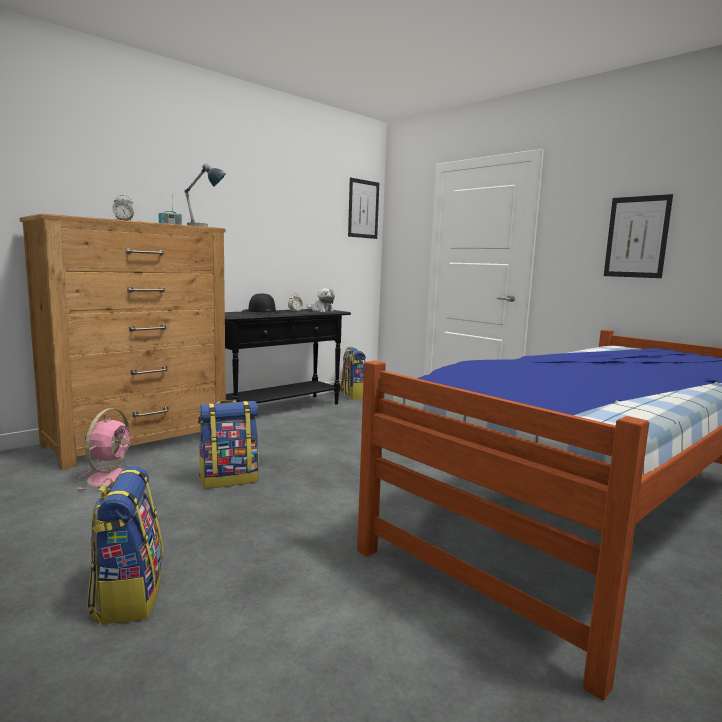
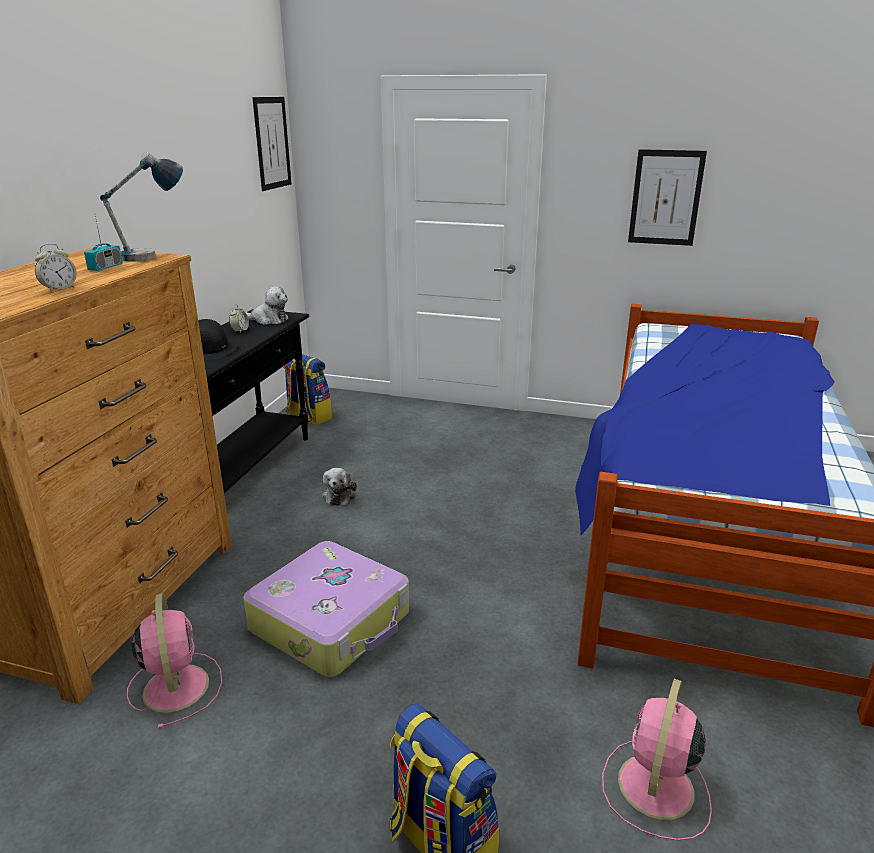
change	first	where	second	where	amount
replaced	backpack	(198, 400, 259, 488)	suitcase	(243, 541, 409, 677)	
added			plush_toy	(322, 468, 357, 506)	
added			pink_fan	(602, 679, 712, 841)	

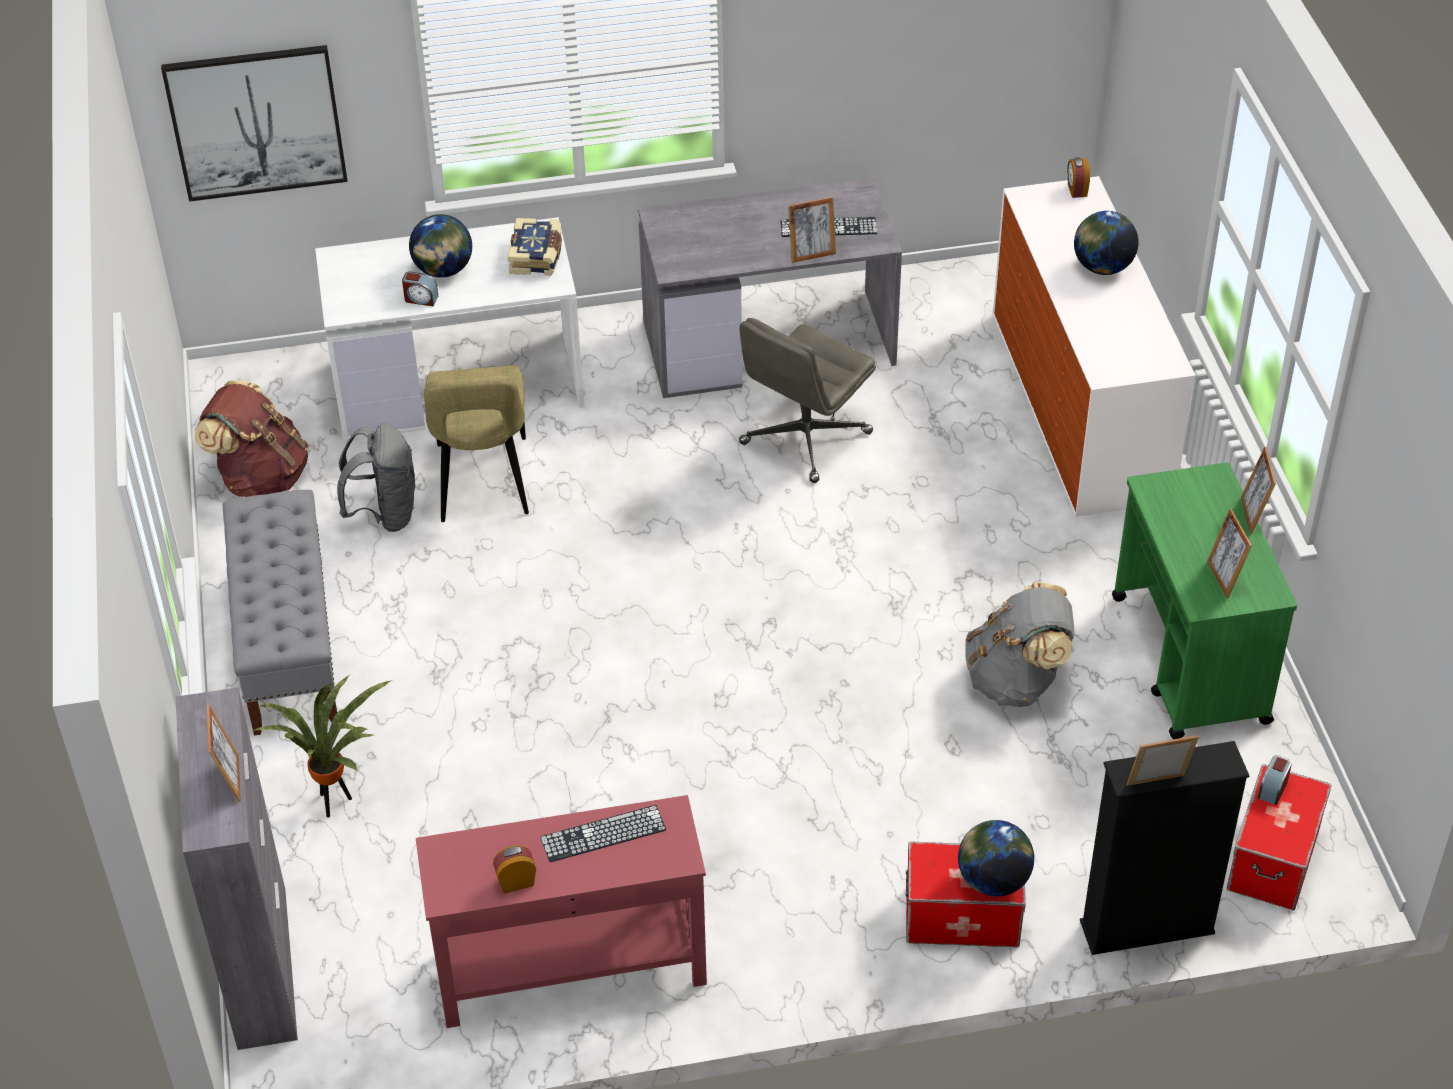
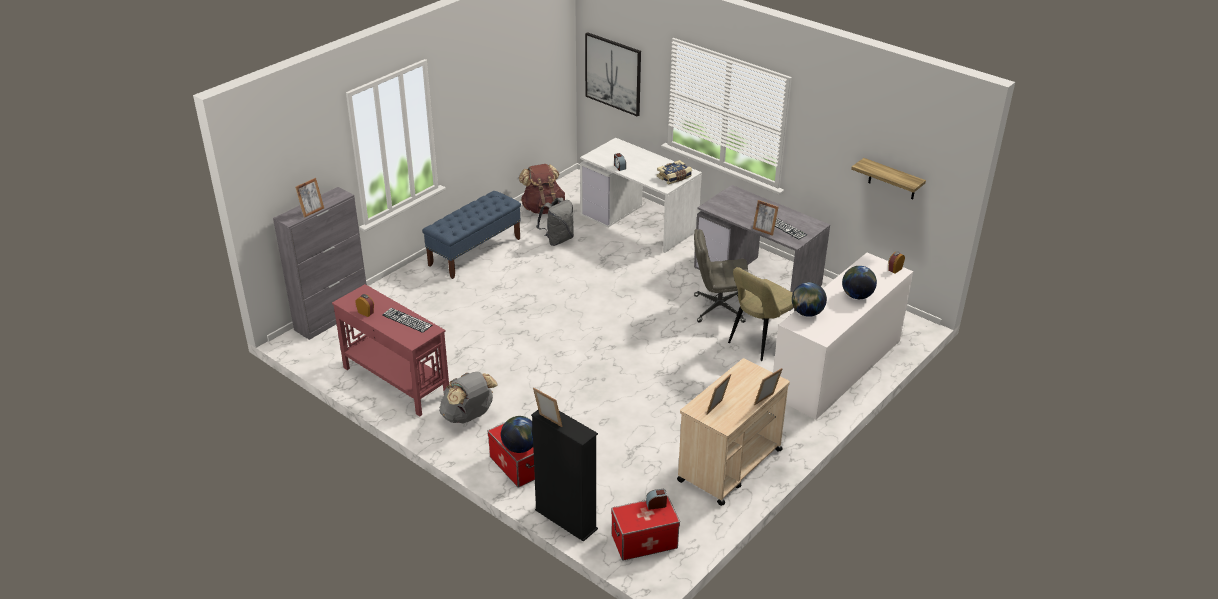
change	first	where	second	where	amount
recoloured	grey_bench	(223, 490, 337, 736)	blue_bench	(422, 191, 521, 279)	
moved	grey_backpack	(965, 582, 1075, 707)		(439, 372, 498, 424)	
recoloured	green_cart	(1112, 463, 1297, 739)	beige_cart	(677, 358, 790, 506)	
moved	beige_chair	(424, 365, 529, 522)		(728, 267, 796, 361)	
moved	globe	(409, 214, 472, 278)		(792, 282, 827, 317)	
added			shelf	(851, 158, 926, 199)	
removed	potted_plant	(251, 674, 390, 818)			

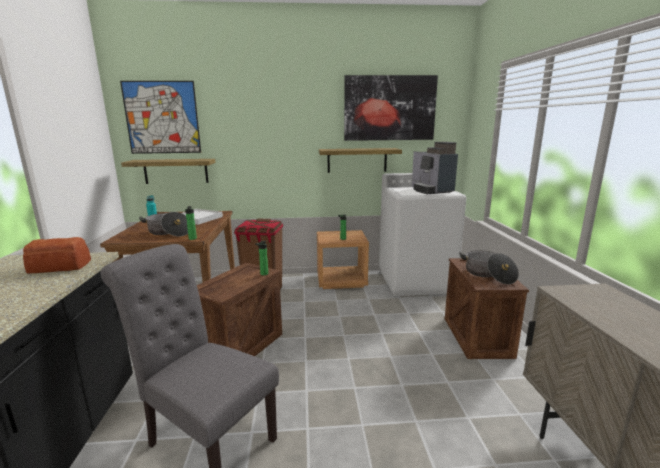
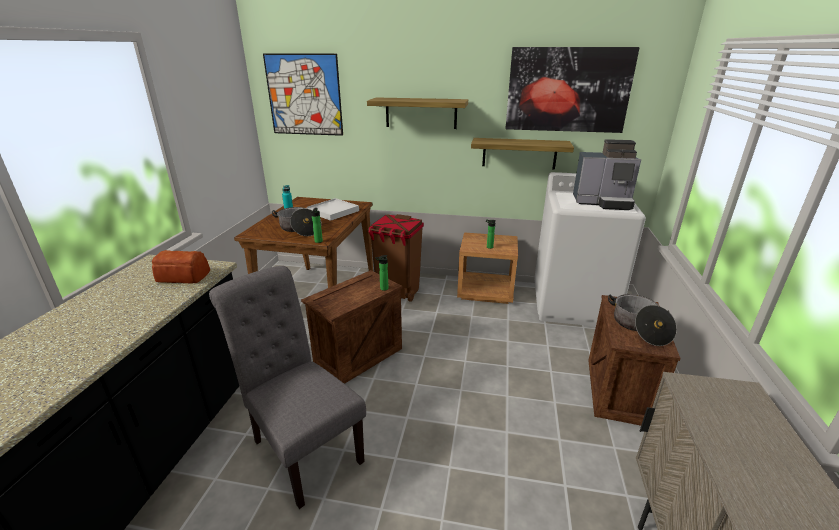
change	first	where	second	where	amount
moved	shelf	(121, 159, 216, 184)		(367, 97, 468, 129)	
turned	coffee_machine	(412, 142, 458, 194)		(573, 139, 641, 210)	75 degrees counterclockwise

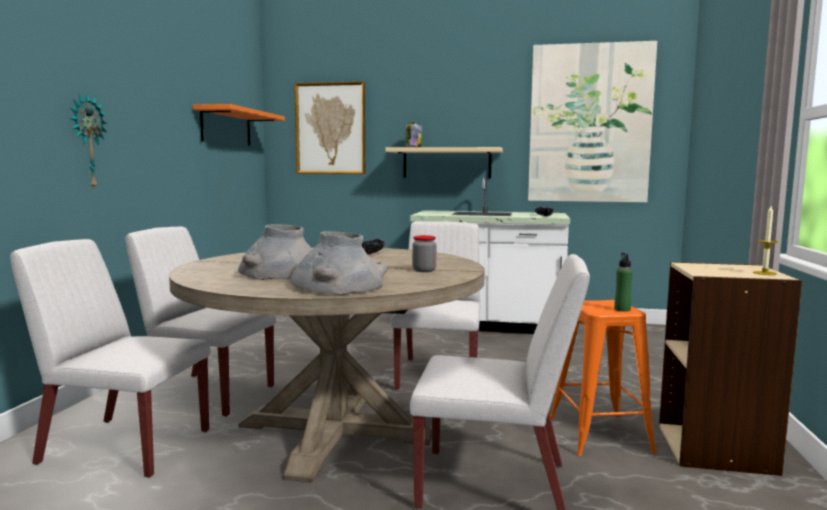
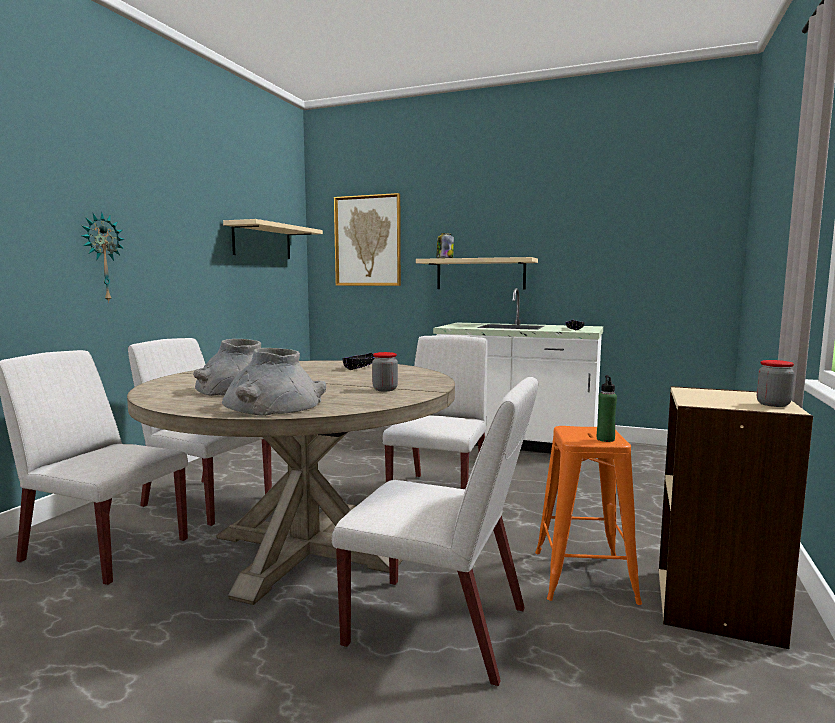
change	first	where	second	where	amount
recoloured	orange_shelf	(193, 104, 285, 146)	beige_shelf	(223, 219, 323, 259)	
replaced	candle	(753, 206, 778, 275)	jar	(757, 360, 794, 407)	
removed	picture	(528, 41, 657, 203)			

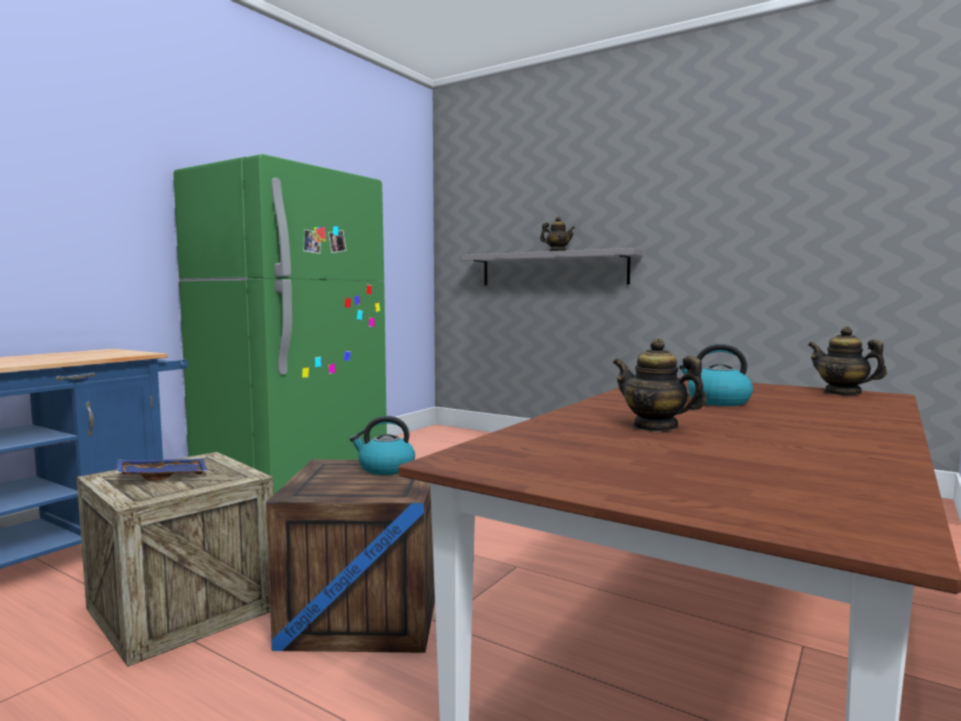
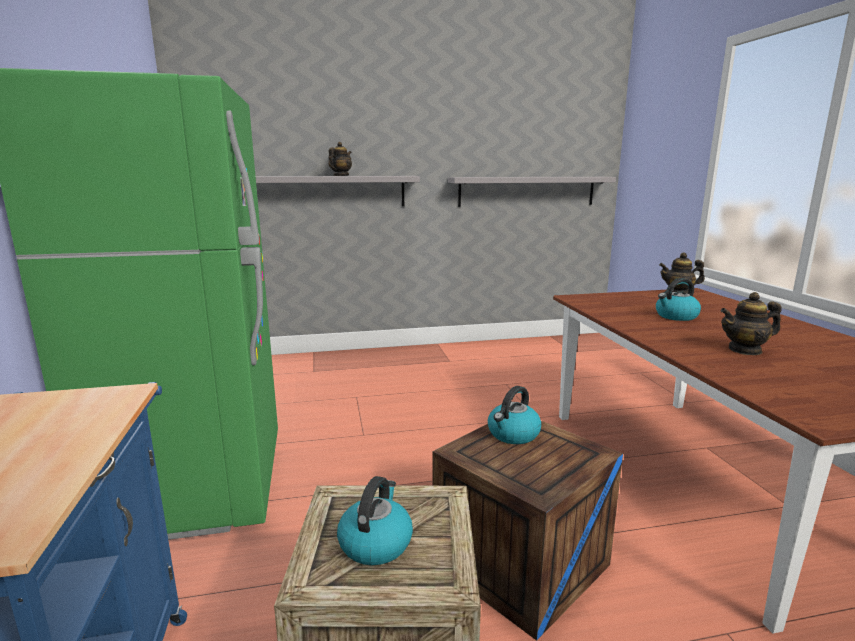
change	first	where	second	where	amount
replaced	blue_tray	(116, 459, 208, 481)	kettle	(337, 476, 413, 565)	
added			grey_shelf	(448, 177, 616, 207)	

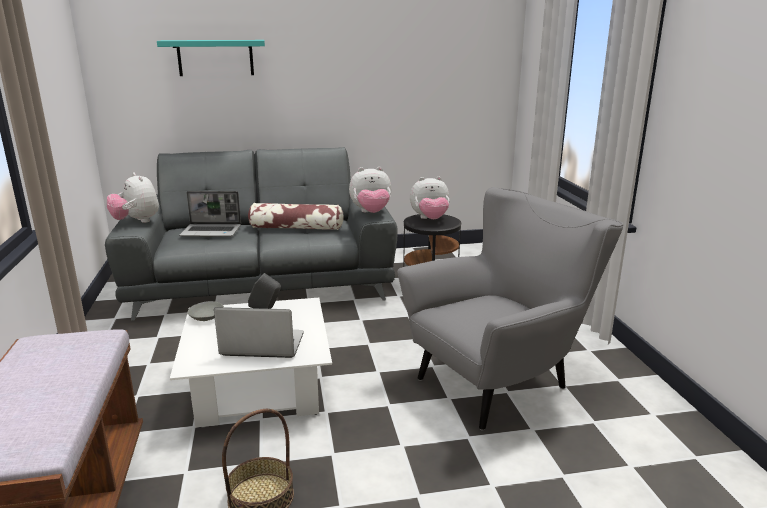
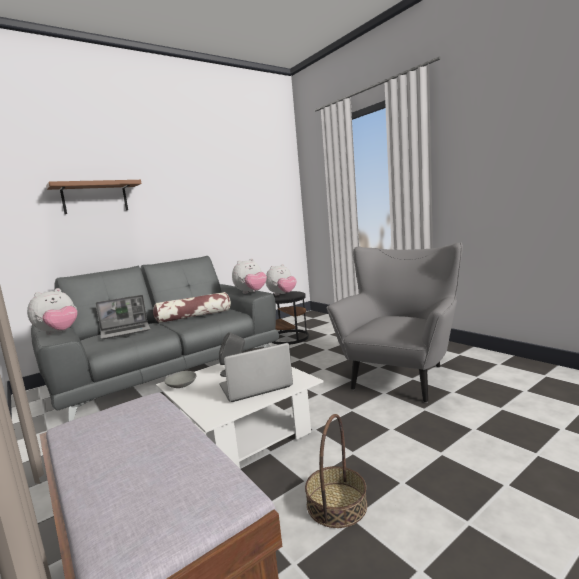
change	first	where	second	where	amount
turned	plush_toy	(107, 173, 159, 223)		(27, 288, 78, 335)	75 degrees counterclockwise
recoloured	turquoise_shelf	(157, 40, 265, 76)	brown_shelf	(46, 180, 142, 214)	

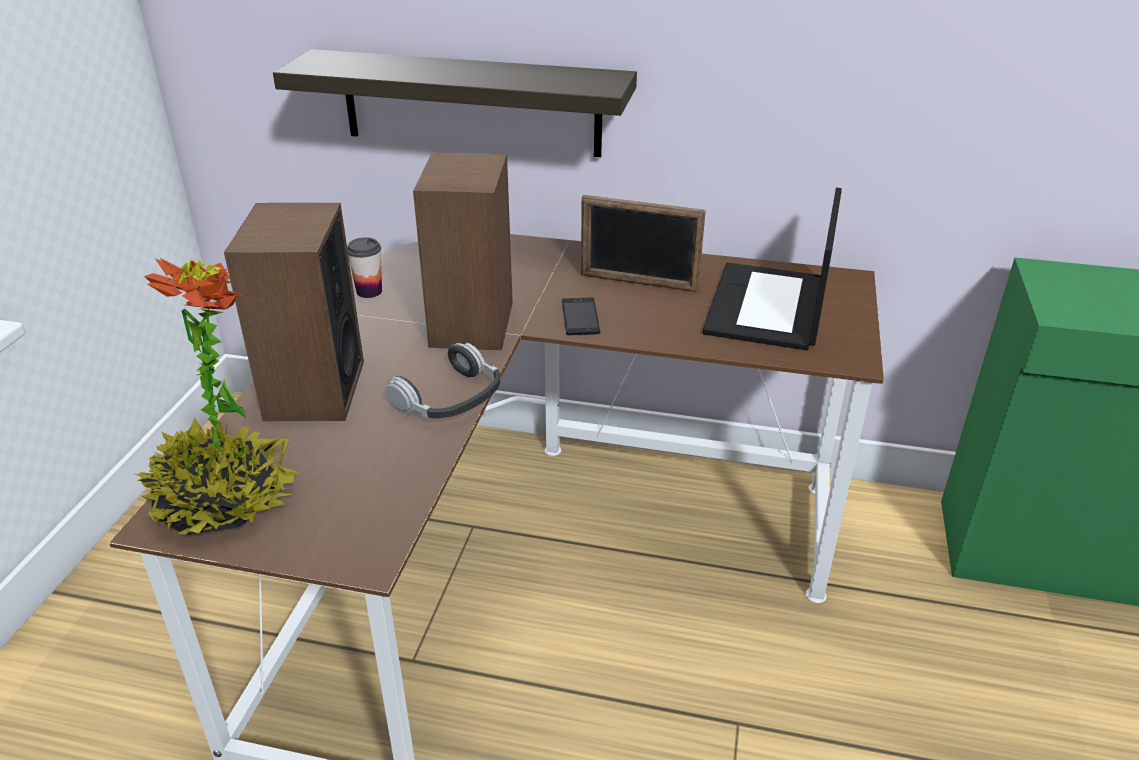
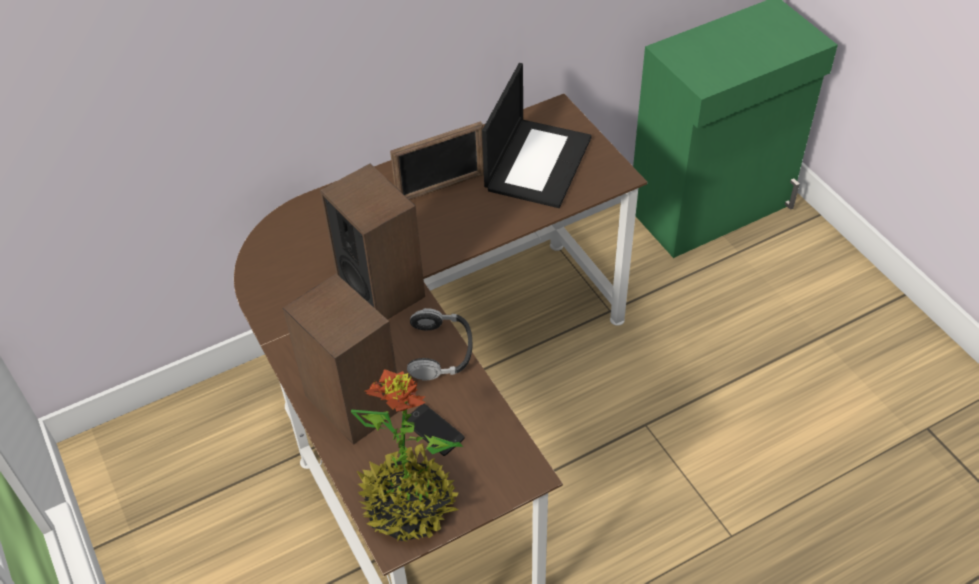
change	first	where	second	where	amount
moved	phone	(562, 298, 600, 335)		(405, 404, 465, 456)	
turned	laptop	(703, 188, 842, 350)		(482, 63, 592, 208)	135 degrees counterclockwise
removed	shelf	(273, 49, 637, 157)			
removed	cup	(347, 237, 382, 298)			

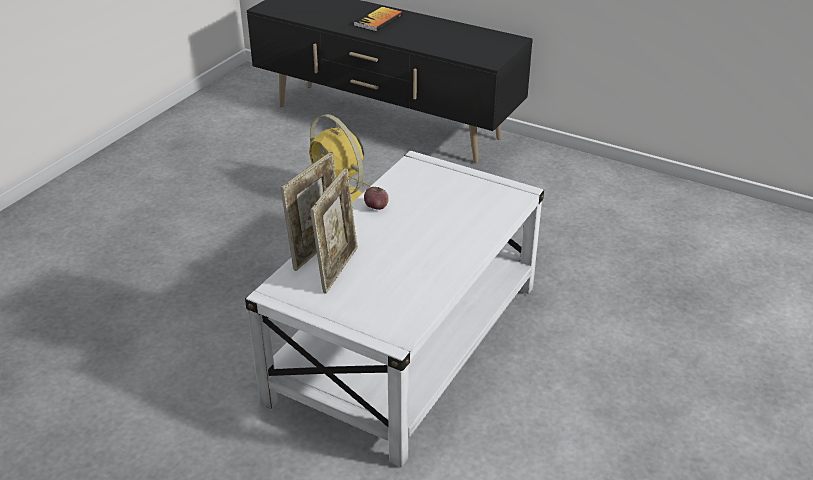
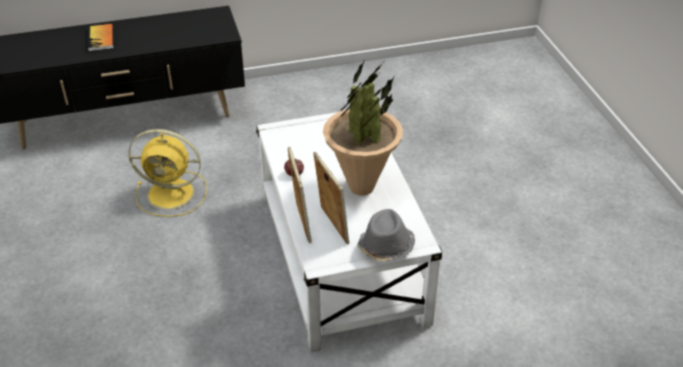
change	first	where	second	where	amount
added			potted_plant	(323, 60, 403, 196)	
added			grey_hat	(357, 209, 415, 261)	

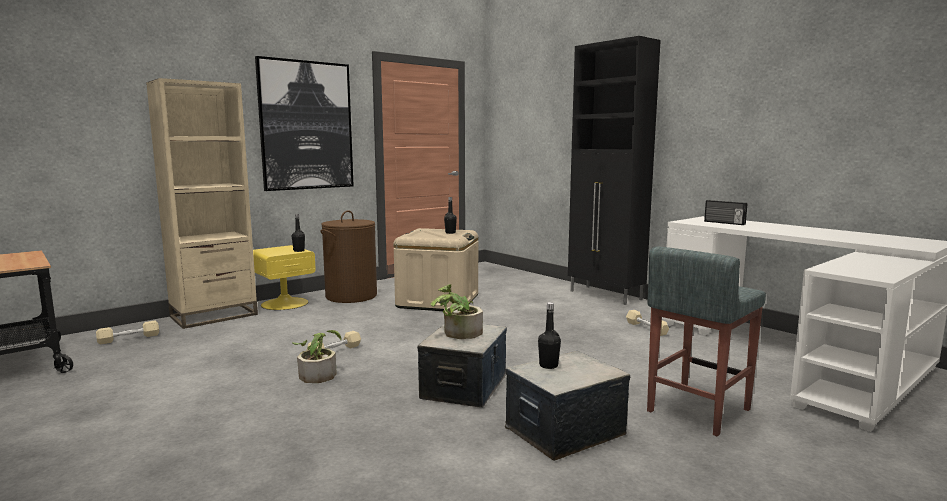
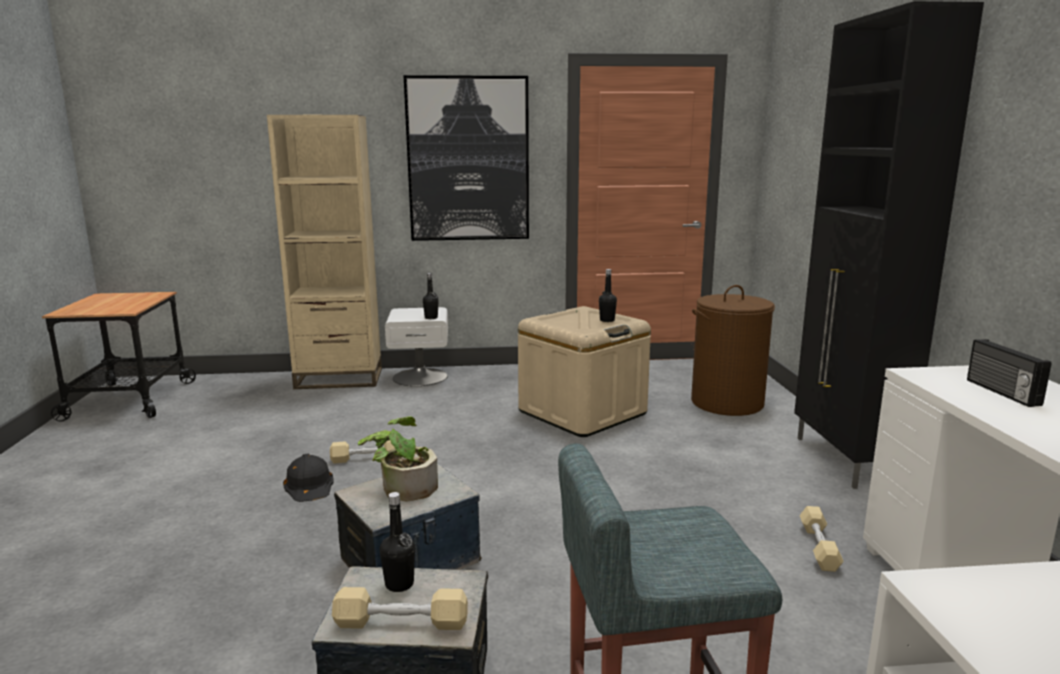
change	first	where	second	where	amount
replaced	potted_plant	(292, 330, 342, 383)	black_hard_hat	(283, 454, 334, 502)	
moved	beige_dumbbell	(96, 321, 159, 344)		(332, 587, 468, 630)	
recoloured	yellow_nightstand	(253, 245, 316, 310)	white_nightstand	(385, 307, 448, 386)	
moved	brown_laundry_basket	(320, 210, 377, 303)		(691, 285, 775, 416)	

